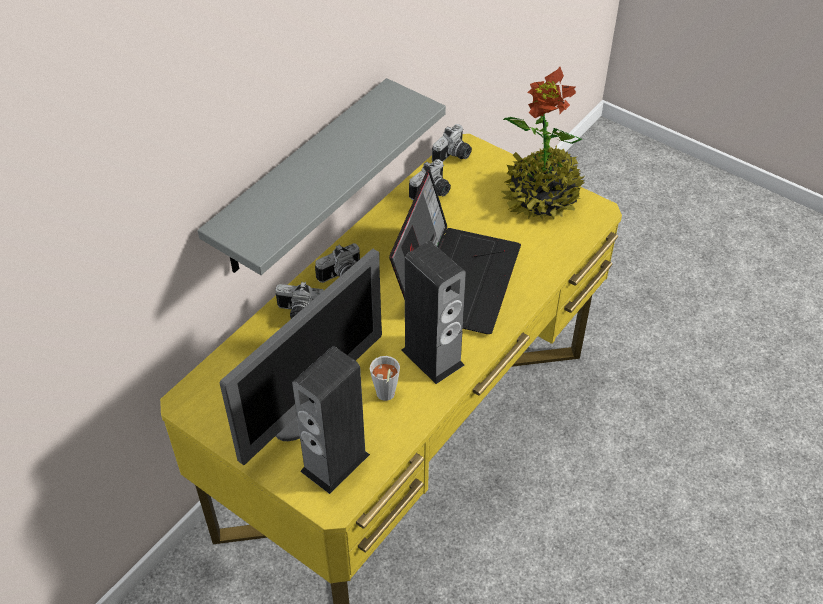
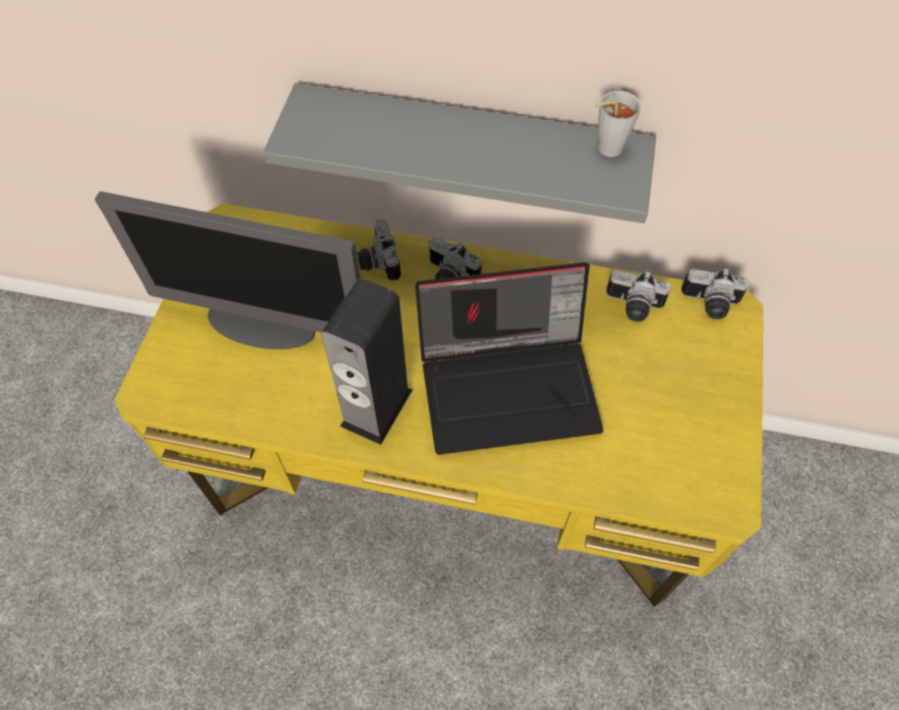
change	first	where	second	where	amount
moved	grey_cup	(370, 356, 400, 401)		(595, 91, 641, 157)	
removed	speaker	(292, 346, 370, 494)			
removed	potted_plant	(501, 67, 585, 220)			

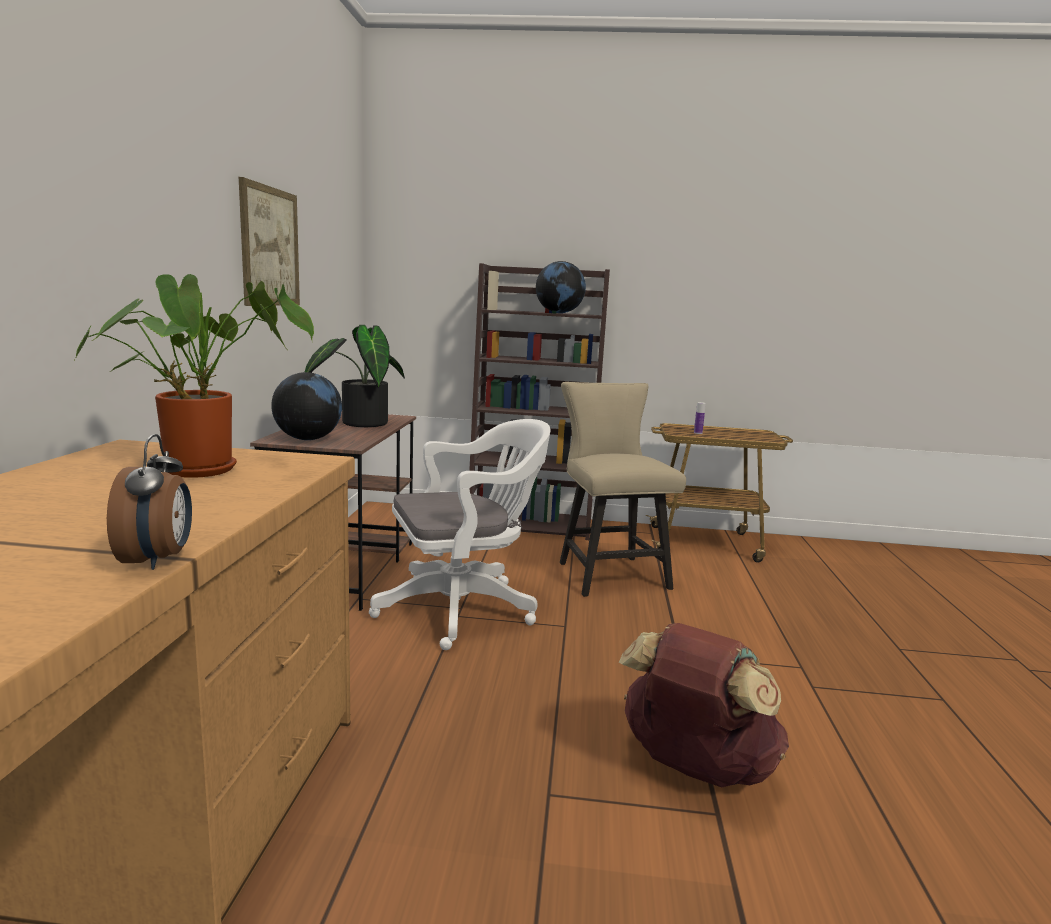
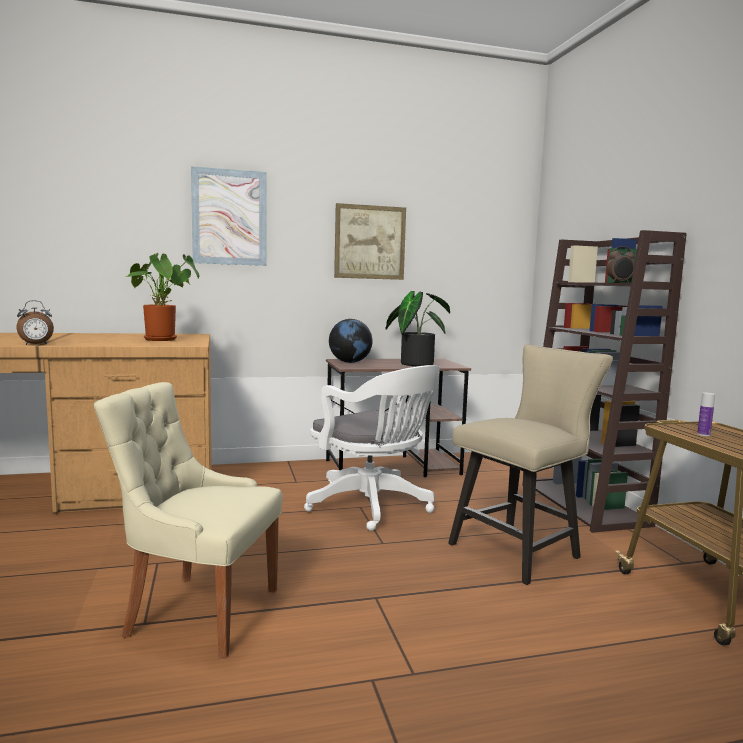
change	first	where	second	where	amount
replaced	brown_backpack	(619, 623, 789, 788)	beige_chair	(94, 382, 283, 658)	
added			picture	(191, 166, 267, 266)	
replaced	globe	(536, 261, 586, 313)	alarm_clock	(606, 246, 635, 283)	

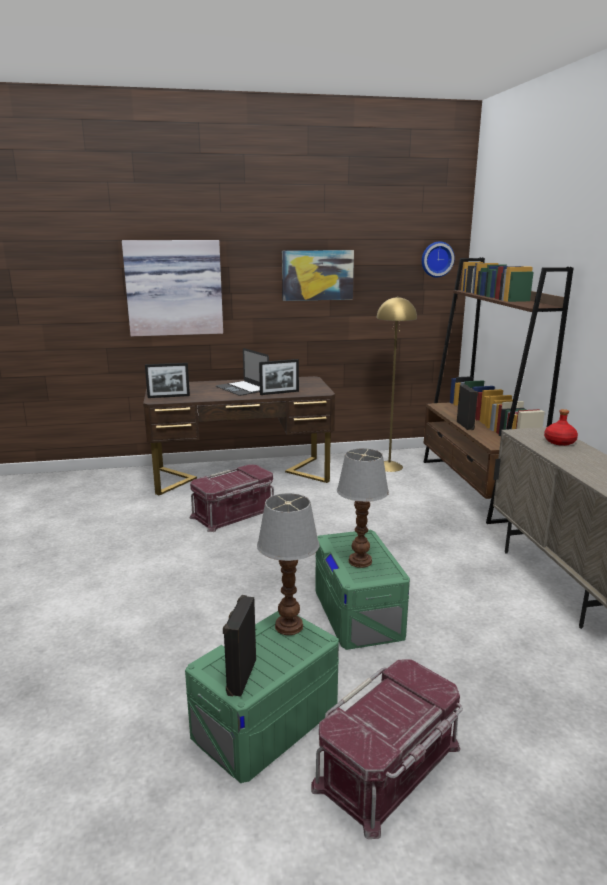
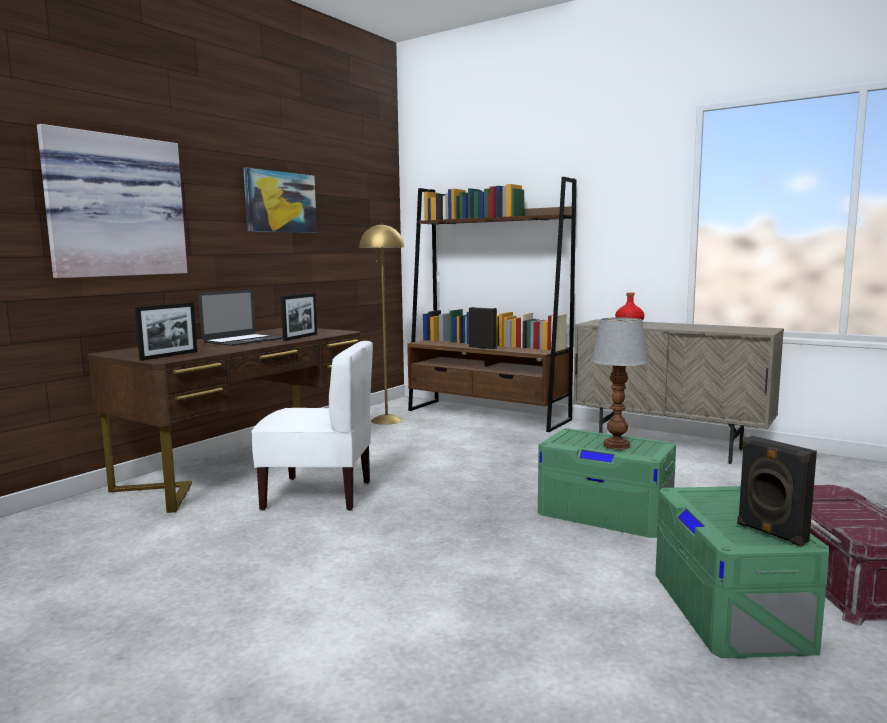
change	first	where	second	where	amount
turned	laptop	(216, 348, 269, 396)		(199, 289, 283, 346)	60 degrees counterclockwise
replaced	red_storage_box	(190, 464, 274, 532)	white_chair	(251, 341, 373, 511)	
removed	table_lamp	(257, 493, 319, 635)			
removed	wall_clock	(422, 241, 455, 278)			

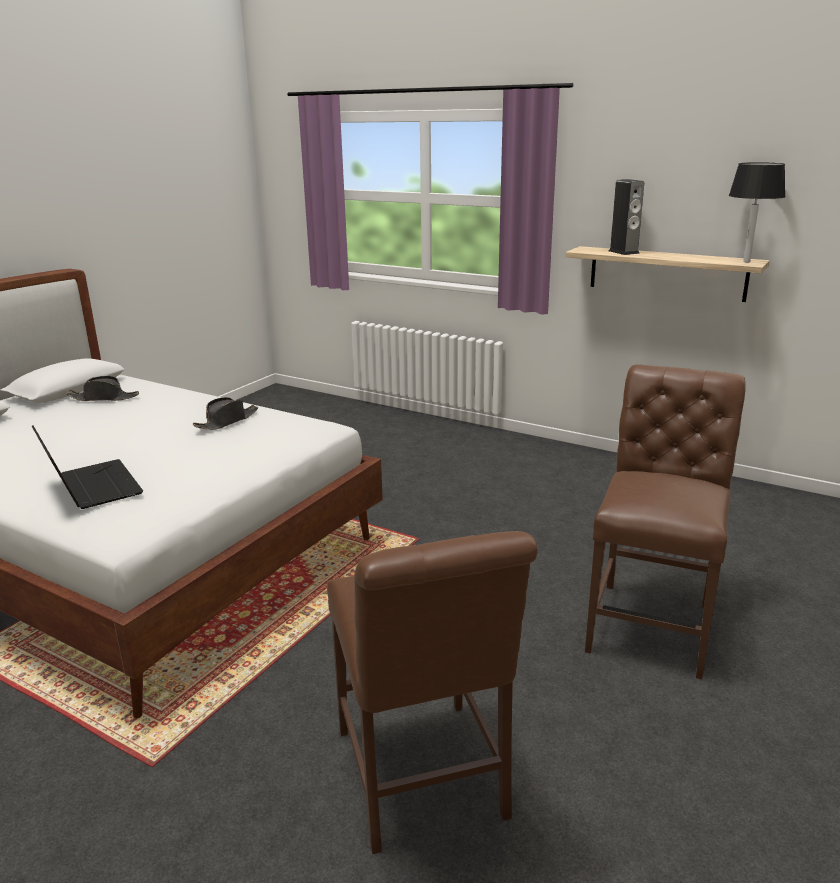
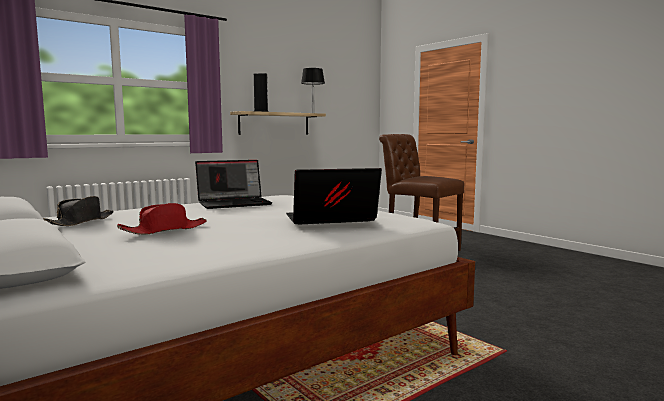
change	first	where	second	where	amount
added			red_hat	(117, 203, 207, 235)	
replaced	black_hat	(192, 397, 258, 430)	laptop	(195, 160, 272, 209)	
removed	brown_chair	(327, 531, 538, 854)			

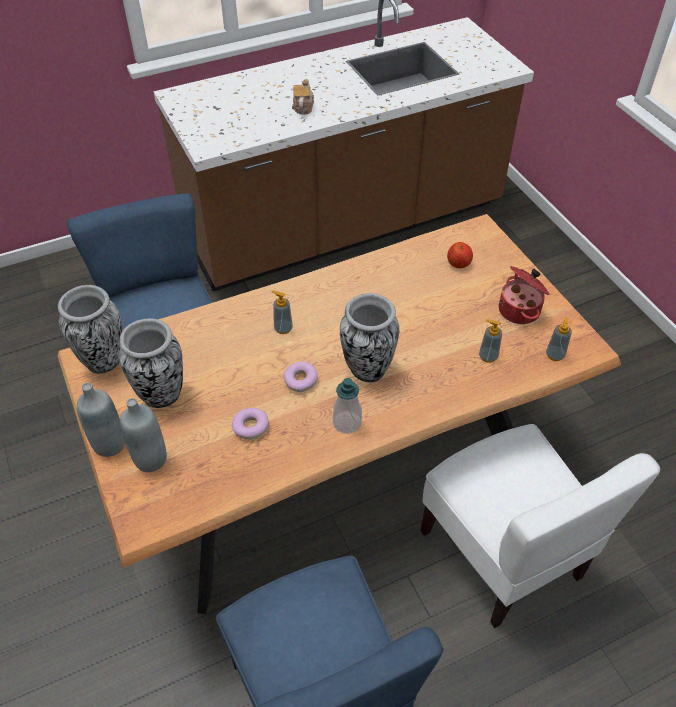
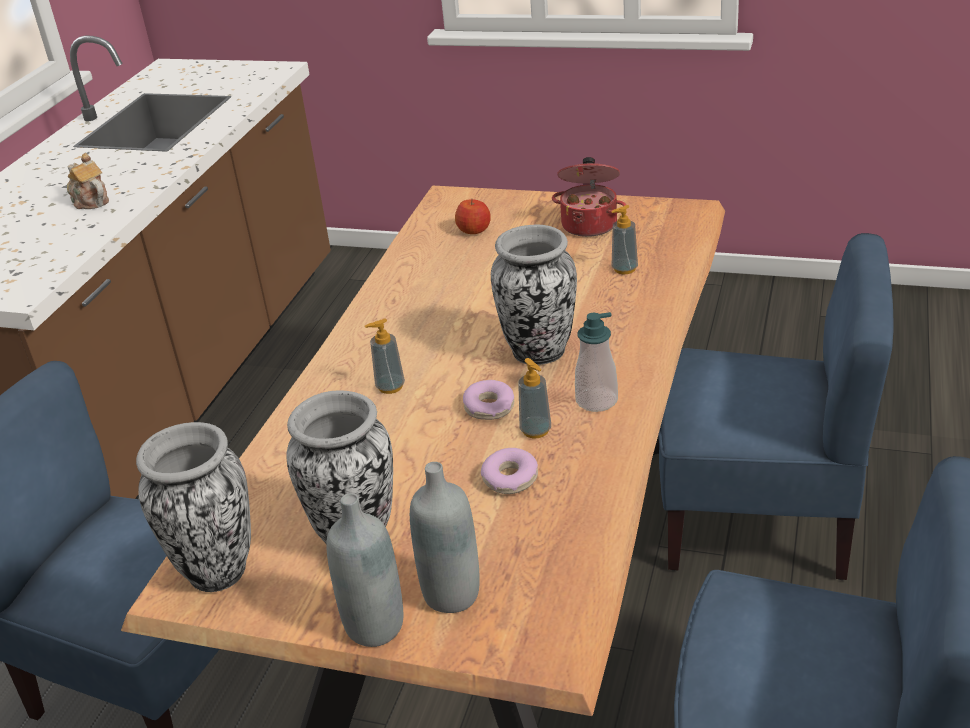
change	first	where	second	where	amount
moved	soap_dispenser	(546, 317, 572, 361)		(518, 358, 551, 439)	
recoloured	white_chair	(420, 424, 660, 628)	blue_chair	(658, 233, 894, 580)	

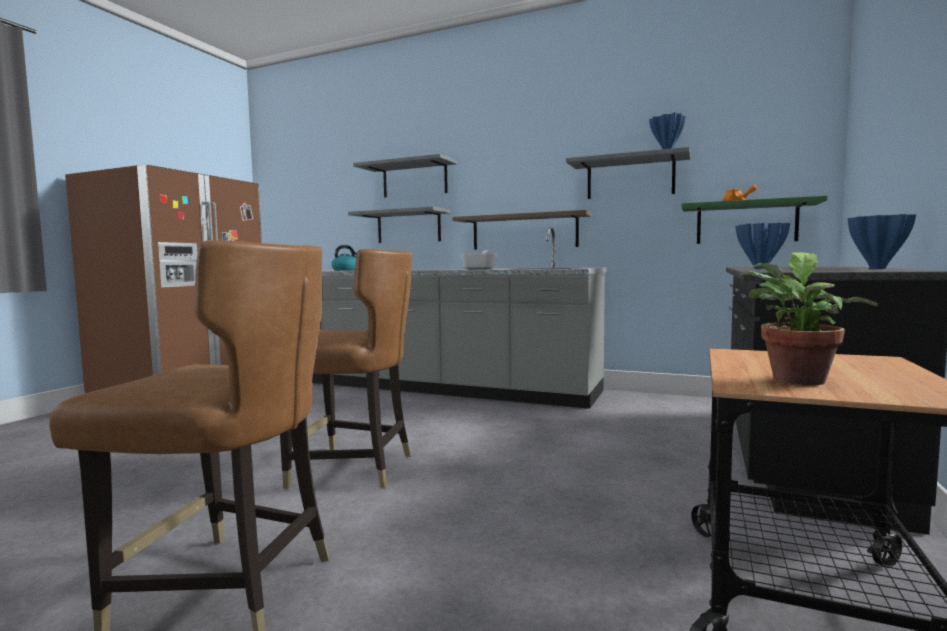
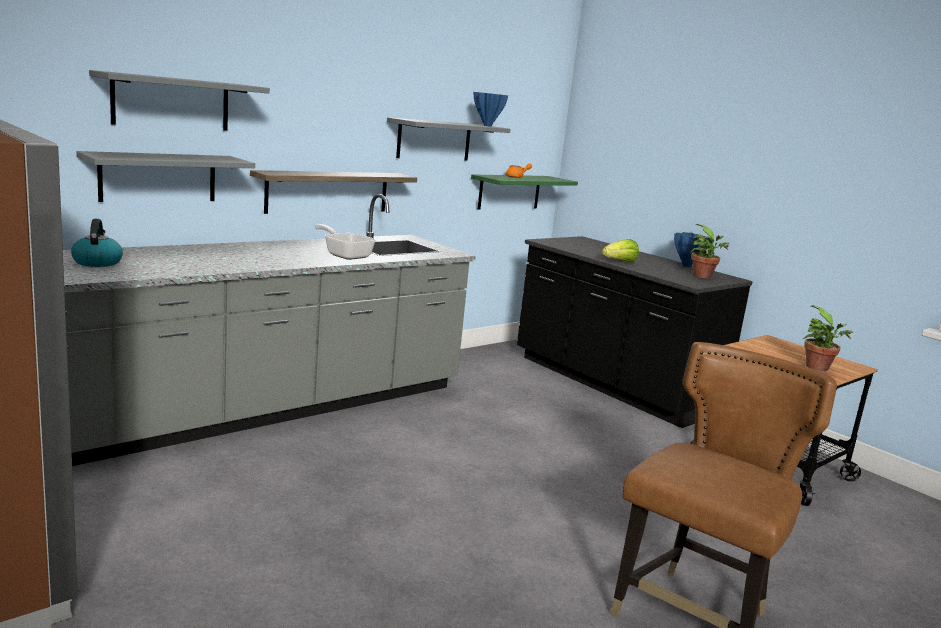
change	first	where	second	where	amount
replaced	blue_vase	(735, 223, 791, 269)	lettuce	(602, 239, 639, 262)	
added			potted_plant	(690, 224, 730, 278)	
removed	brown_chair	(280, 249, 413, 489)			

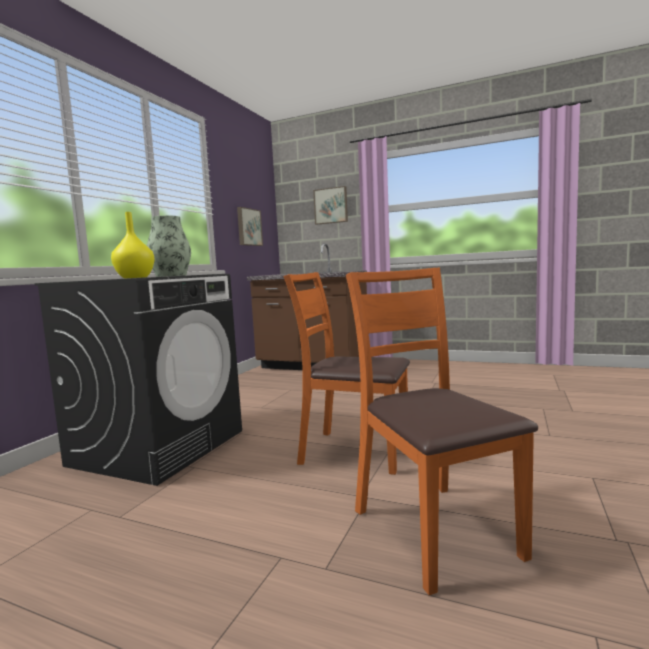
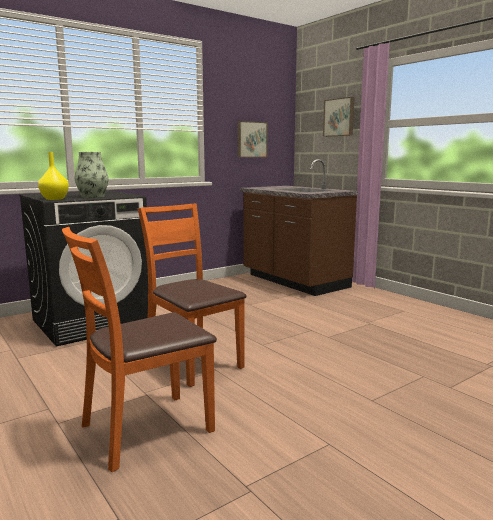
change	first	where	second	where	amount
turned	orange_chair	(346, 268, 538, 595)		(62, 227, 217, 472)	135 degrees counterclockwise

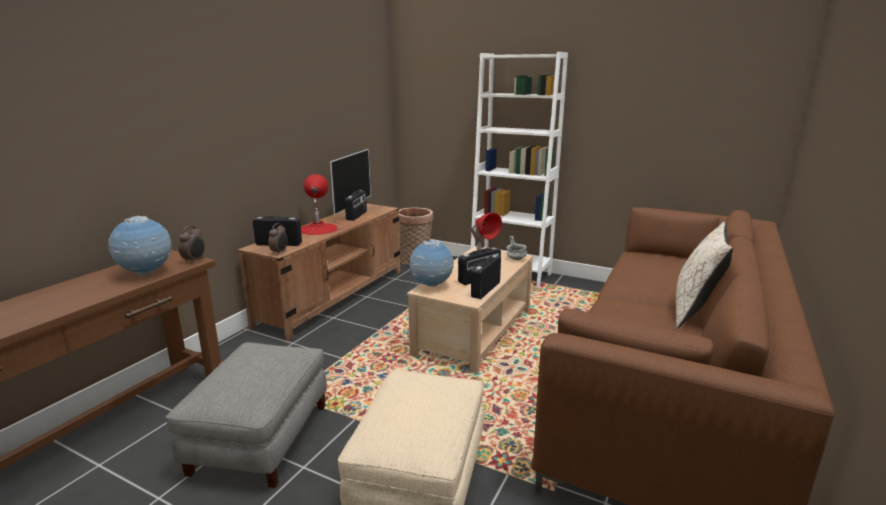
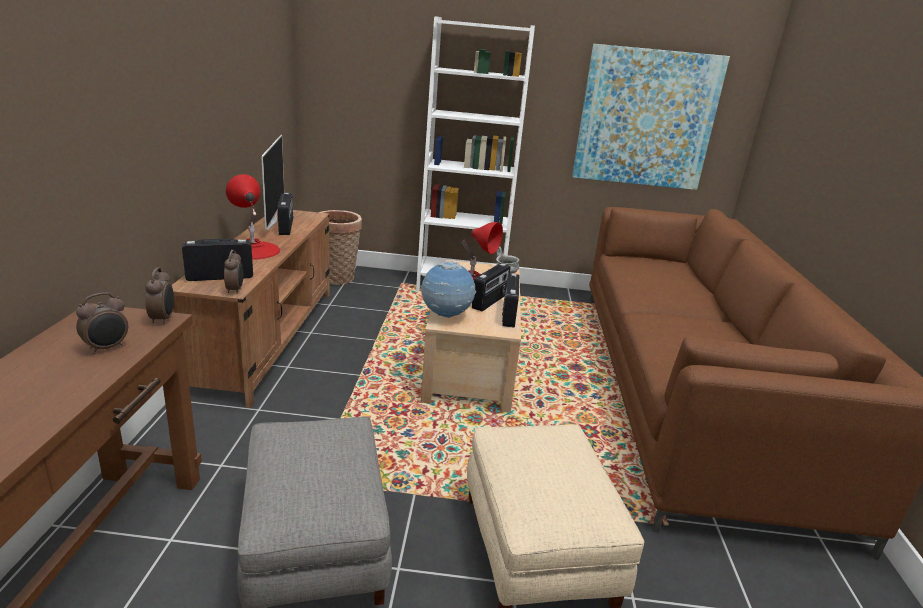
change	first	where	second	where	amount
replaced	globe	(108, 216, 172, 276)	alarm_clock	(76, 292, 128, 354)	
added			picture	(572, 44, 730, 190)	
removed	beige_pillow	(676, 222, 733, 328)			

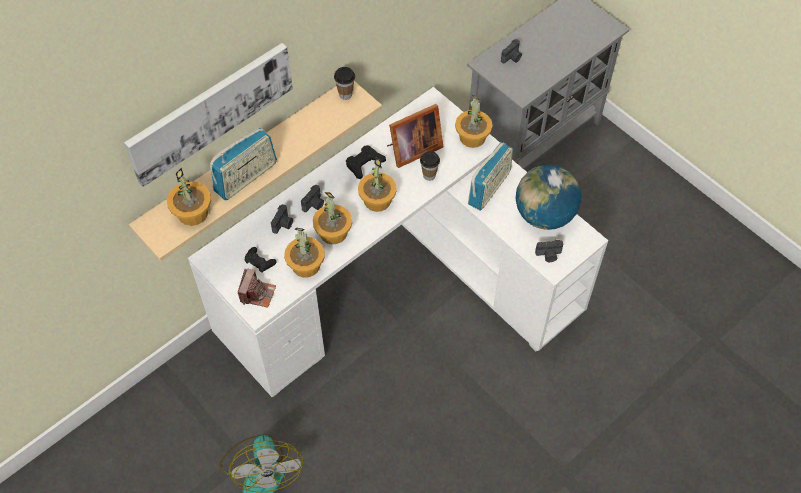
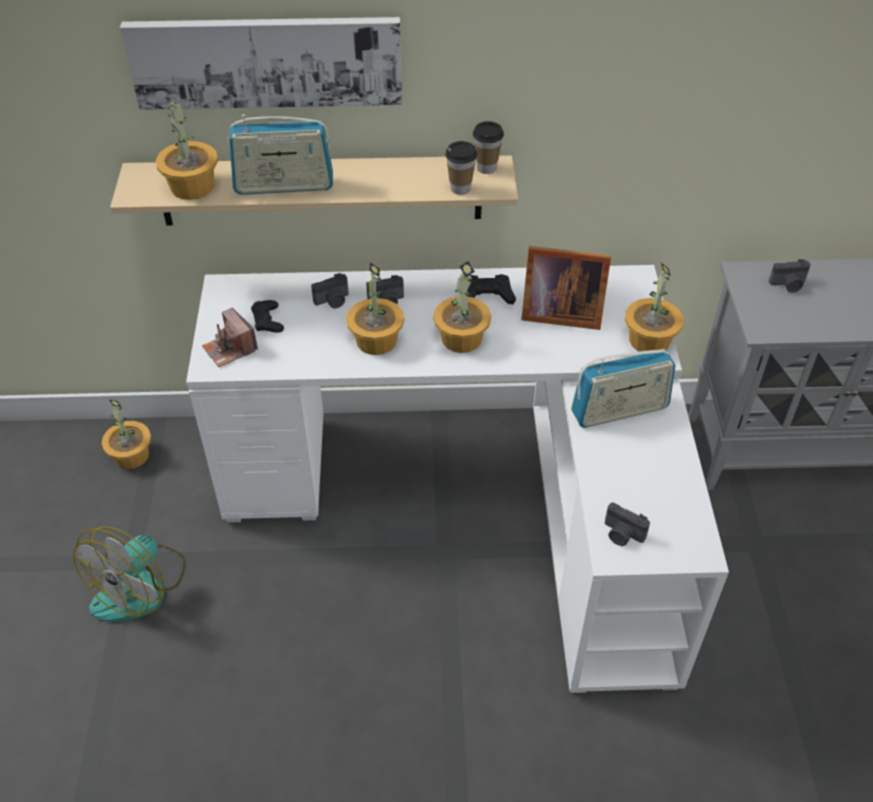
change	first	where	second	where	amount
moved	potted_plant	(284, 227, 325, 278)		(102, 399, 151, 469)	
turned	photo_camera	(238, 268, 276, 308)		(202, 308, 258, 367)	90 degrees clockwise
moved	cup	(420, 151, 440, 181)		(445, 141, 477, 195)	
removed	globe	(516, 164, 581, 230)			

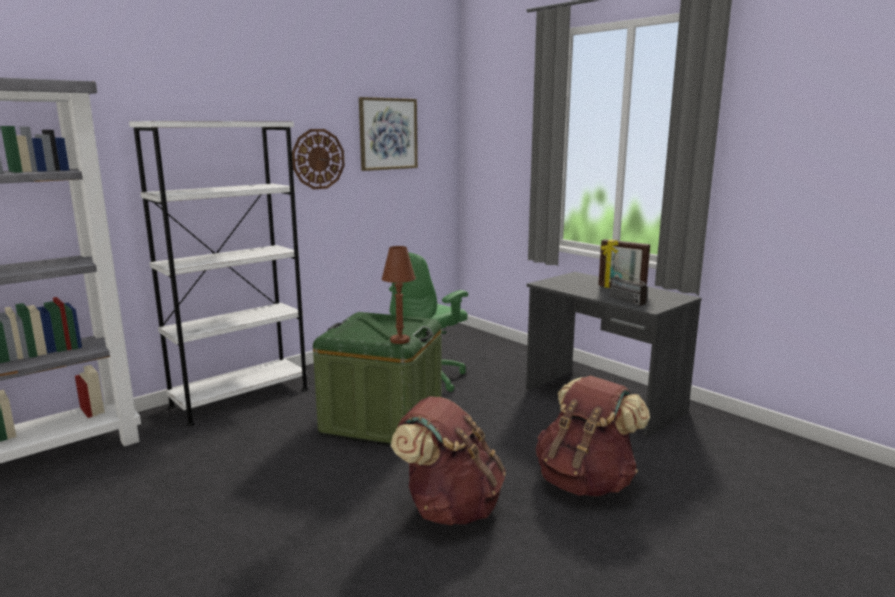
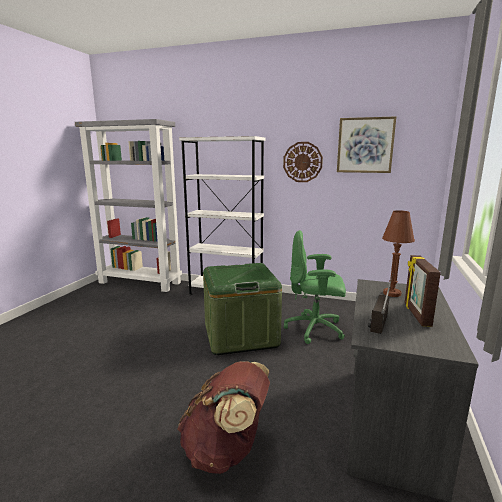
change	first	where	second	where	amount
moved	brown_table_lamp	(382, 246, 416, 344)		(382, 210, 415, 297)	
removed	brown_backpack	(391, 396, 506, 525)			

